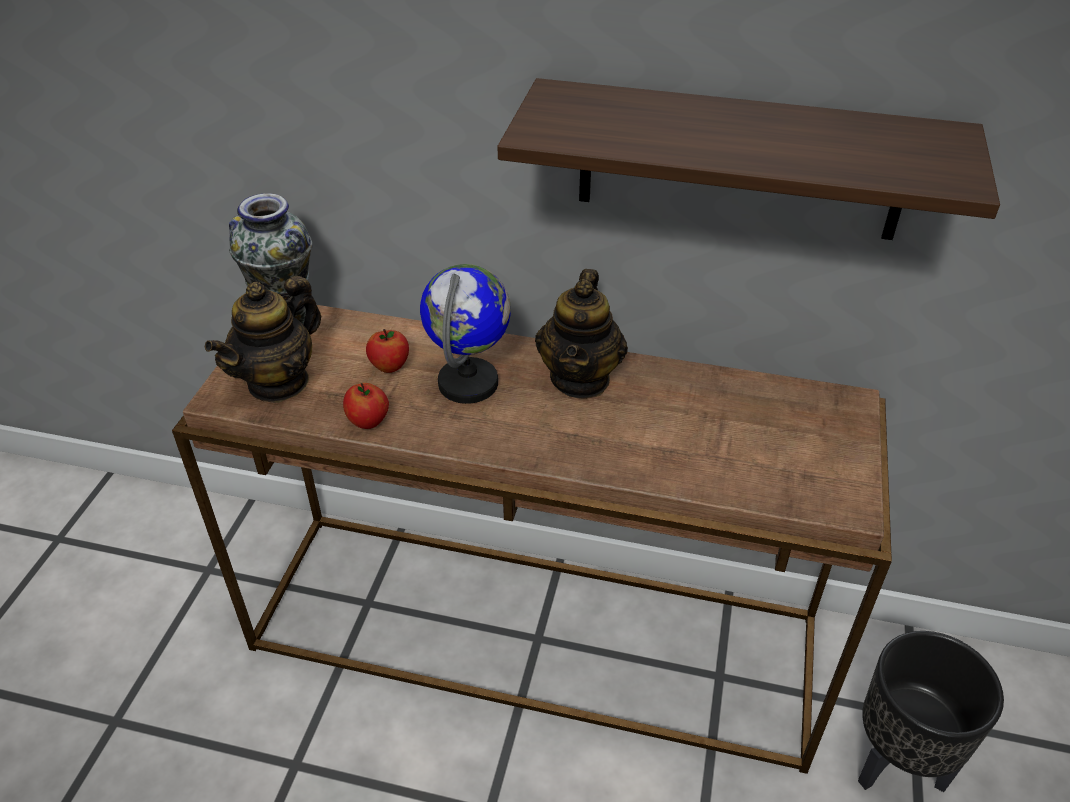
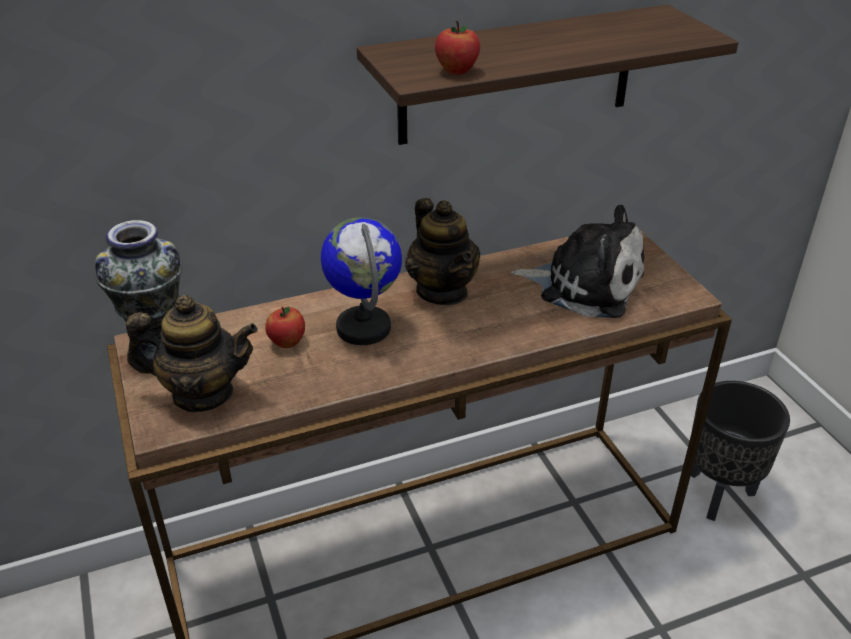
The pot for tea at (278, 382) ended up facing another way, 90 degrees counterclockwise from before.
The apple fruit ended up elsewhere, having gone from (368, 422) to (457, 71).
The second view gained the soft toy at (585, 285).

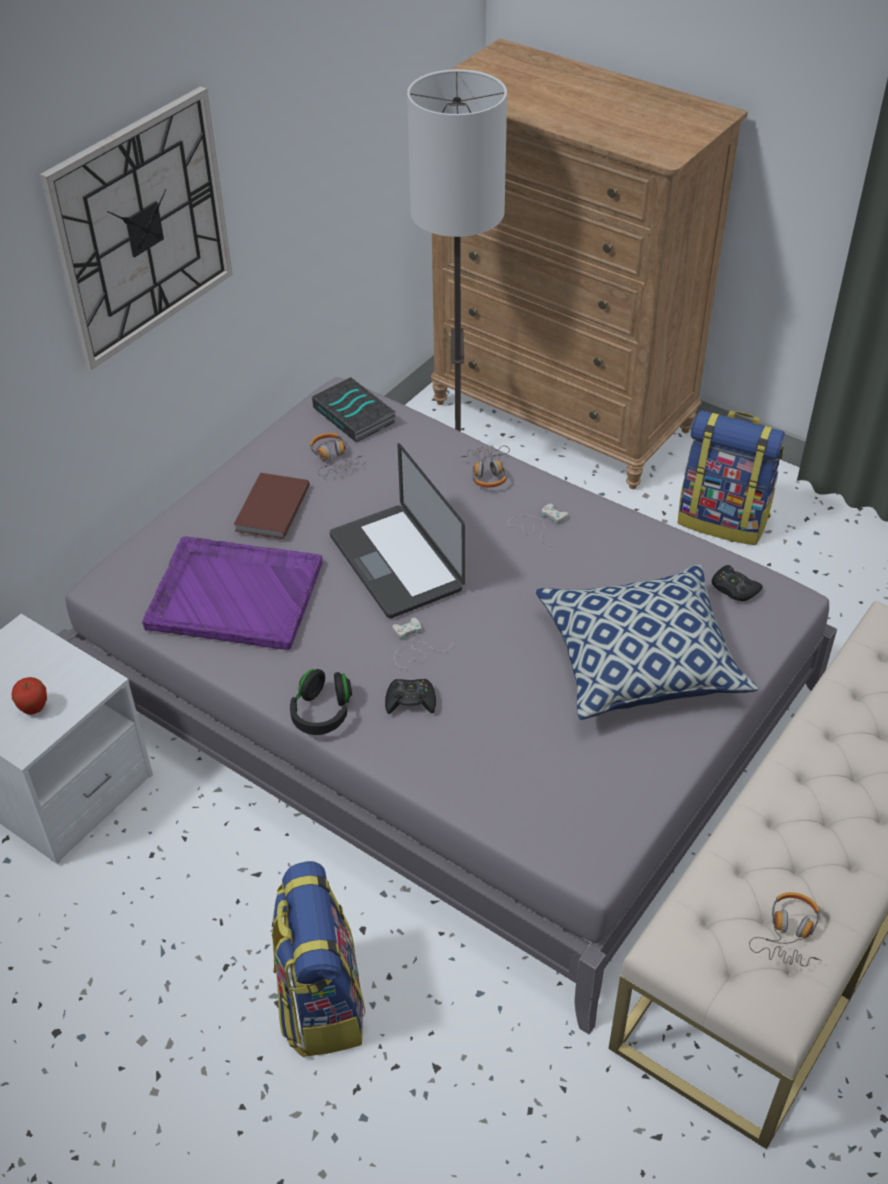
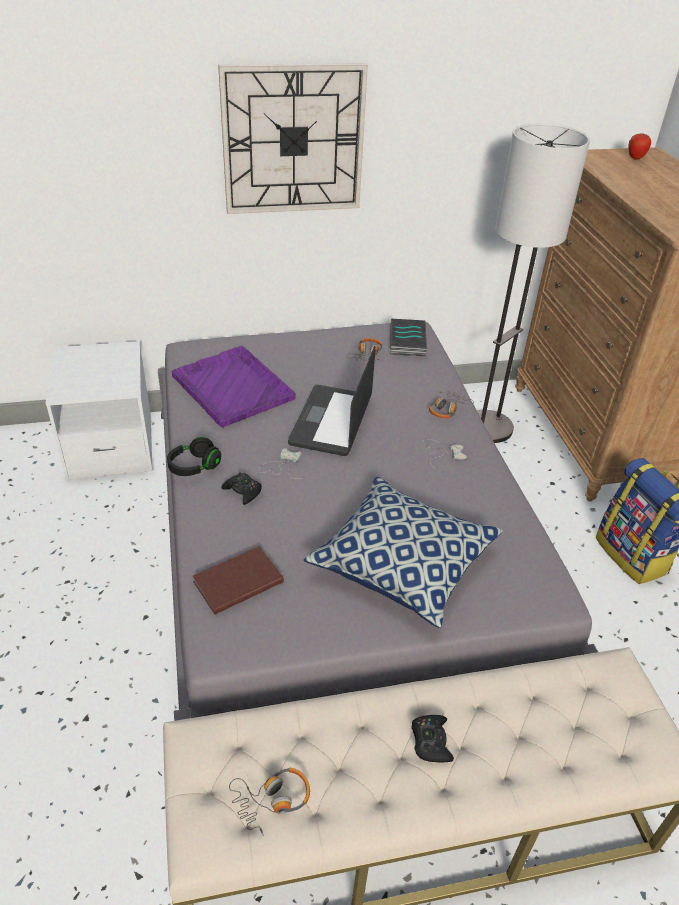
The apple fruit ended up elsewhere, having gone from (34, 709) to (635, 158).
The bound book (brownish) ended up elsewhere, having gone from (270, 509) to (236, 581).
The second view lost the backpack at (320, 1001).
The joypad (blackish) ended up elsewhere, having gone from (734, 589) to (430, 741).

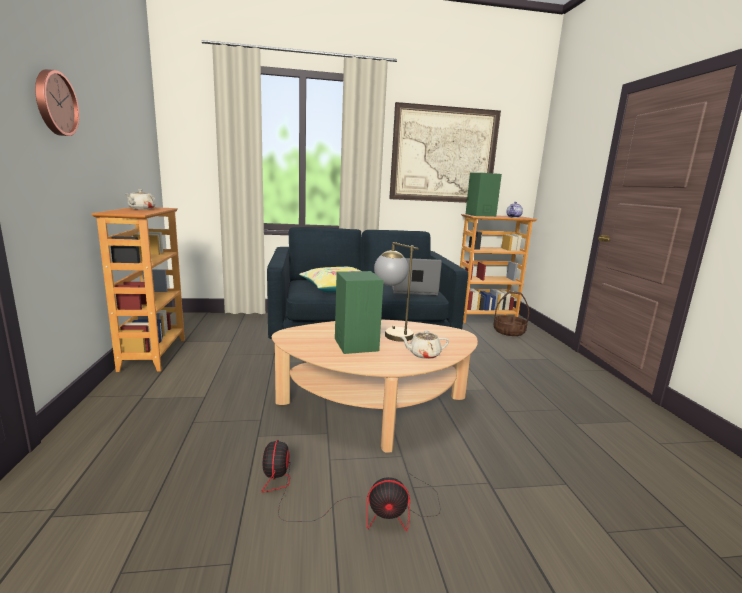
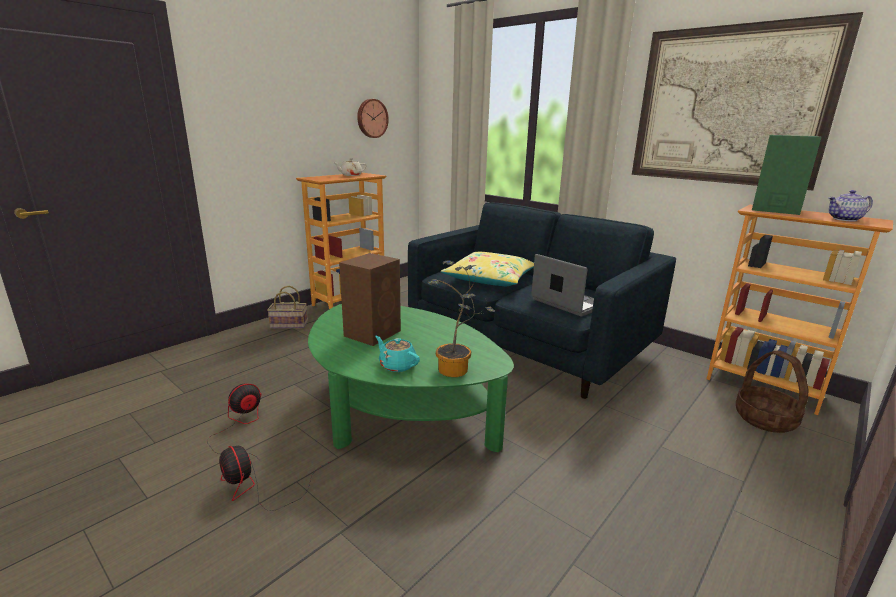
The clock on the wall ended up elsewhere, having gone from (54, 103) to (371, 118).
What was the lounge table (beige-coloured) at (375, 408) turned into the lounge table (green-coloured) at (400, 411).
What was the audio speaker (green-coloured) at (355, 344) turned into the audio speaker (brownish) at (373, 333).
The second view lost the lamp for a table at (391, 333).
What was the pot for tea (beige-coloured) at (423, 354) turned into the pot for tea (turquoise-coloured) at (397, 365).
The second view gained the household basket at (288, 325).
The second view gained the potted plant at (457, 371).

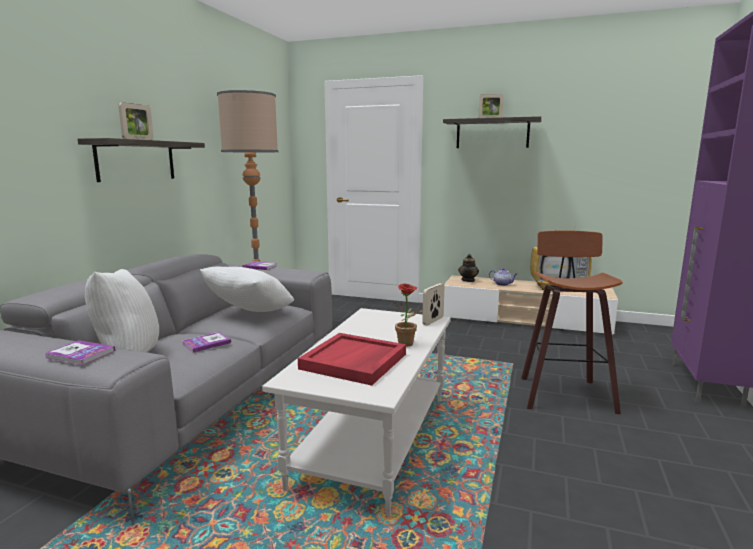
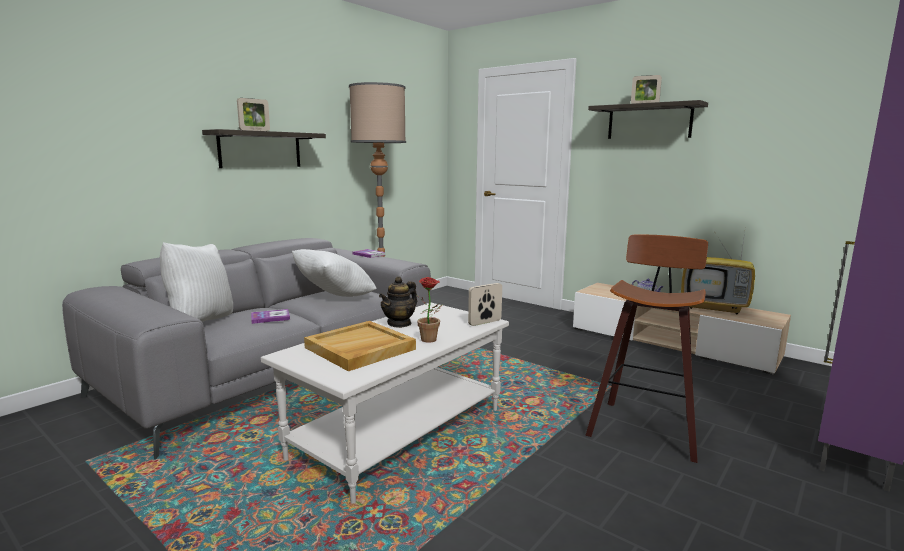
The second view lost the bound book at (80, 354).
What was the tray (red) at (354, 362) turned into the tray (beige-coloured) at (360, 349).
The pot for tea ended up elsewhere, having gone from (468, 280) to (399, 323).

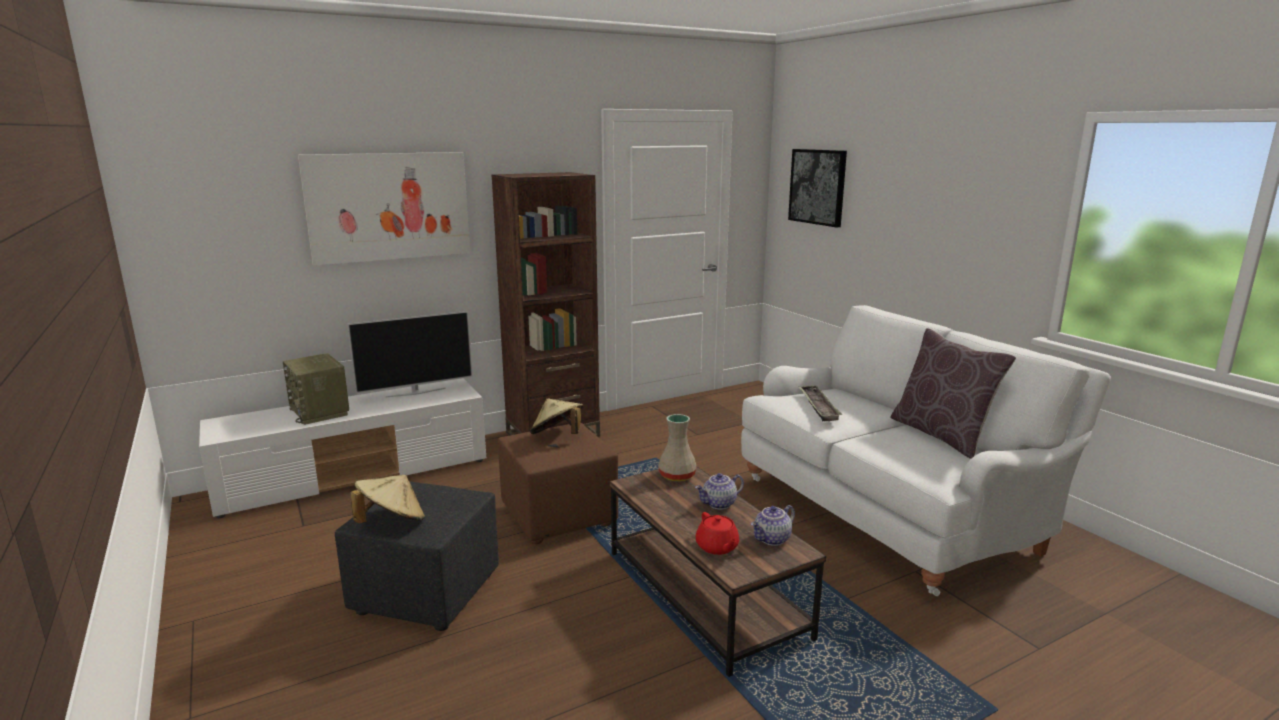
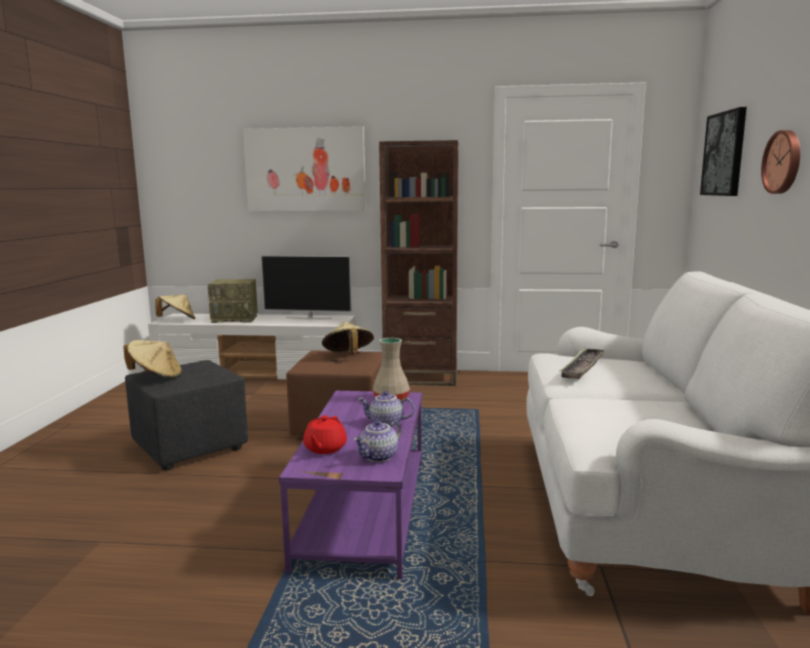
The radio set at (320, 412) ended up facing another way, 90 degrees counterclockwise from before.
What was the lounge table (brownish) at (706, 594) turned into the lounge table (purplish) at (365, 511).
The pot for tea at (772, 539) ended up facing another way, 45 degrees counterclockwise from before.
The second view lost the pillow (brownish) at (941, 435).
The second view gained the clothing hat (beige-coloured) at (177, 320).
The second view gained the clock on the wall at (784, 162).

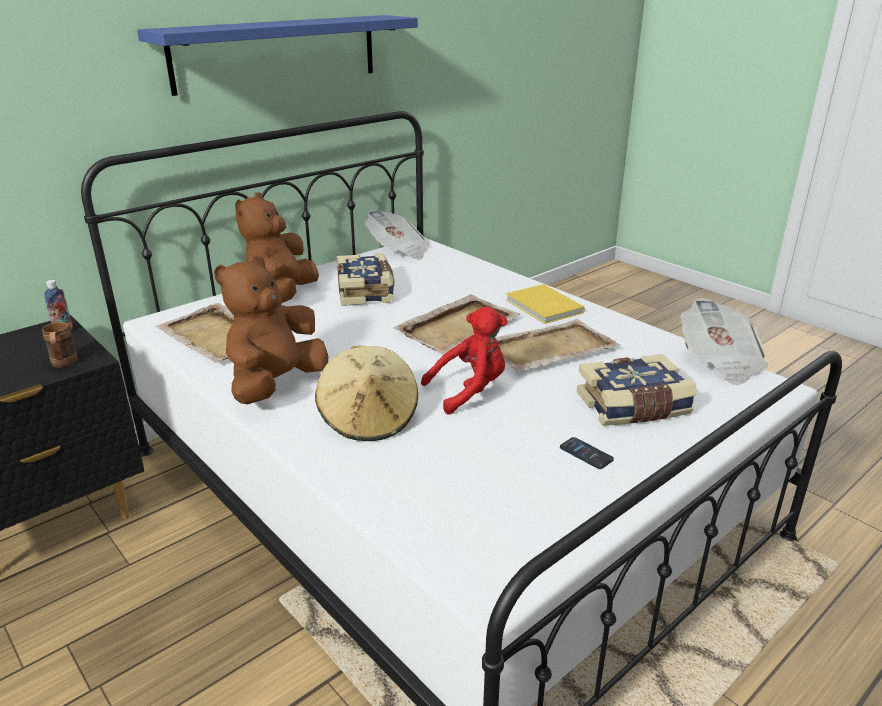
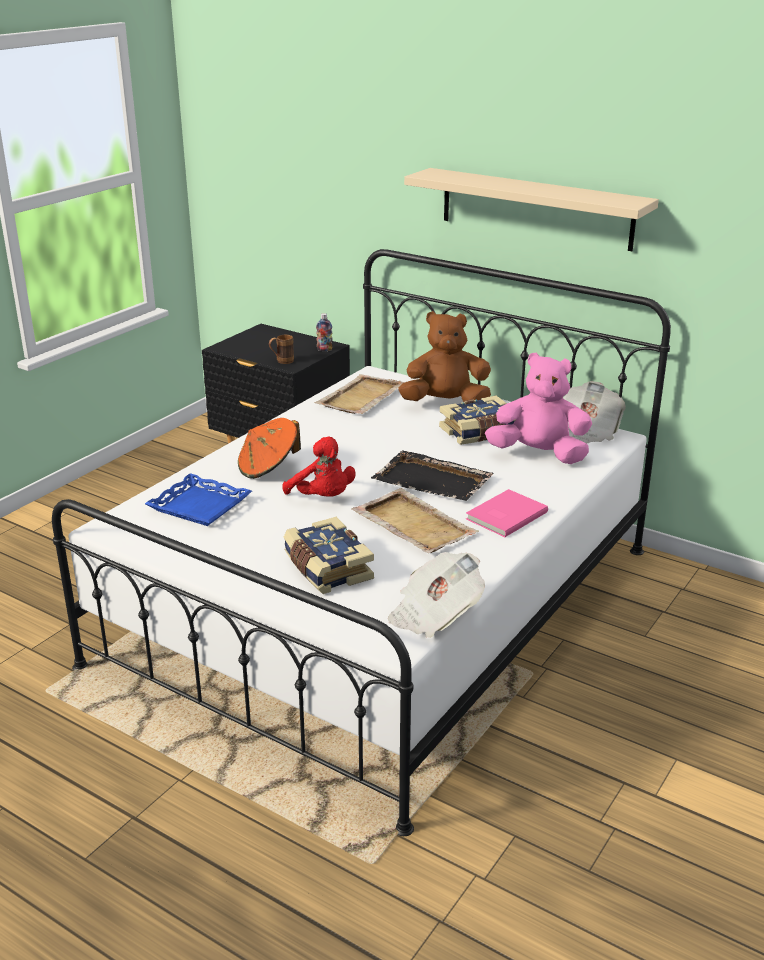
What was the wall shelf (blue) at (277, 52) turned into the wall shelf (beige-coloured) at (535, 208).
The second view lost the soft toy (brownish) at (276, 385).
What was the clothing hat (beige-coloured) at (369, 419) turned into the clothing hat (orange-coloured) at (268, 468).
What was the tray (beige-coloured) at (459, 327) turned into the tray (blackish) at (433, 480).
What was the bound book (yellow-coloured) at (543, 307) turned into the bound book (pink-coloured) at (504, 515).
The second view lost the telephone at (586, 454).
The second view gained the tray (blue) at (199, 506).
The second view gained the soft toy (pink-coloured) at (539, 454).

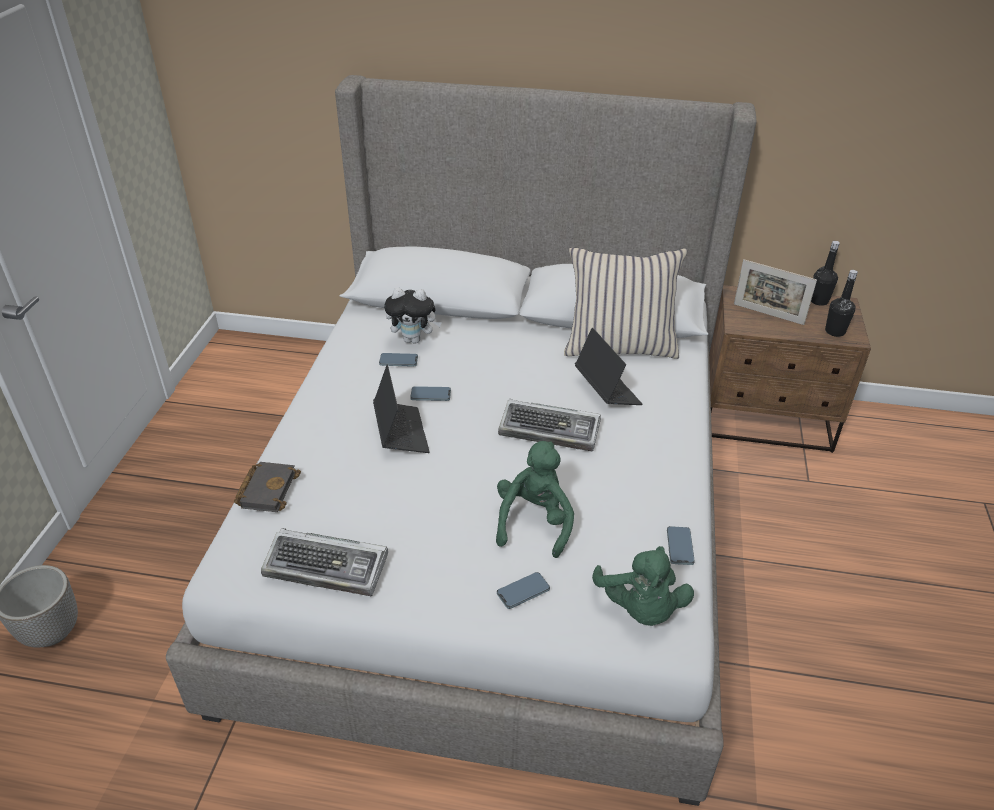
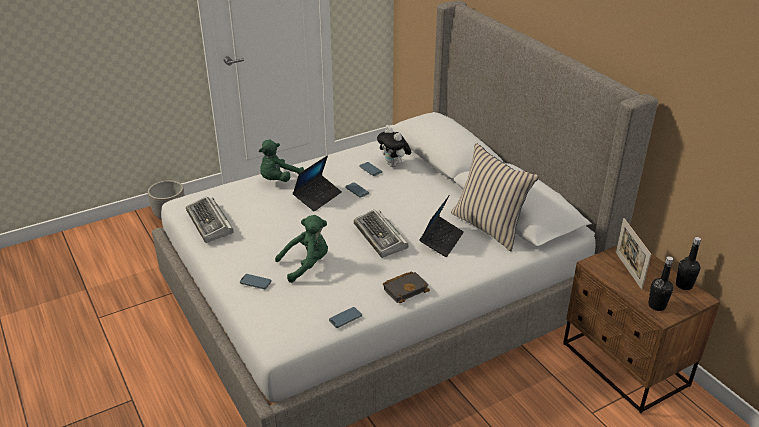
The bound book (blackish) ended up elsewhere, having gone from (267, 489) to (406, 289).
The soft toy (green-coloured) ended up elsewhere, having gone from (640, 608) to (279, 180).

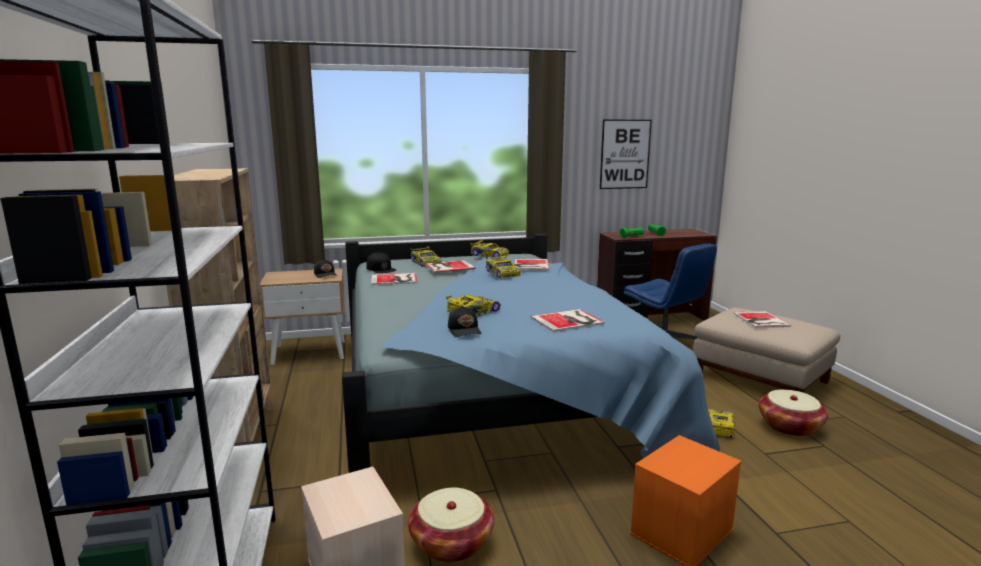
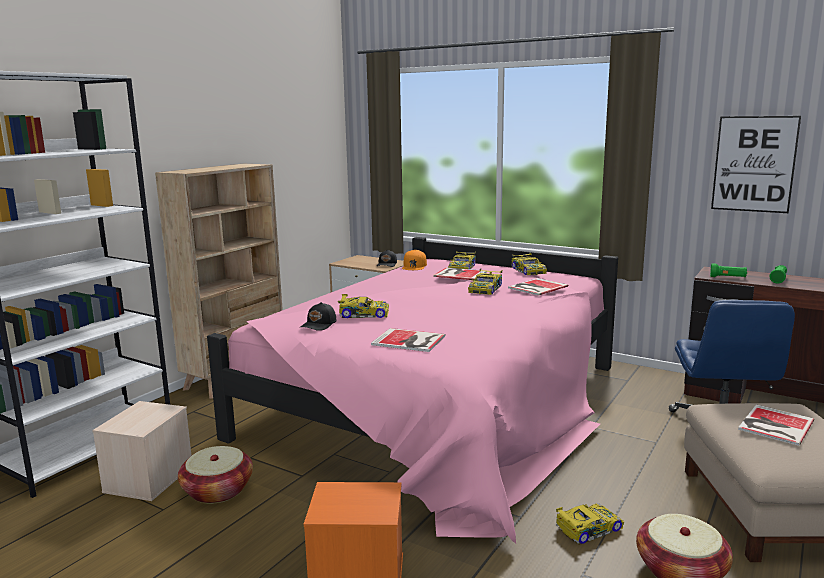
What was the bedroom bed (blue) at (490, 390) turned into the bedroom bed (pink-coloured) at (441, 406).
What was the peaked cap (blackish) at (381, 268) turned into the peaked cap (orange-coloured) at (414, 266).
The second view lost the bound book at (395, 279).

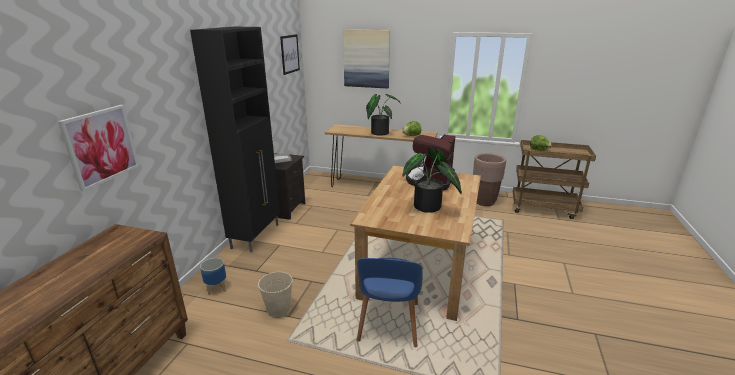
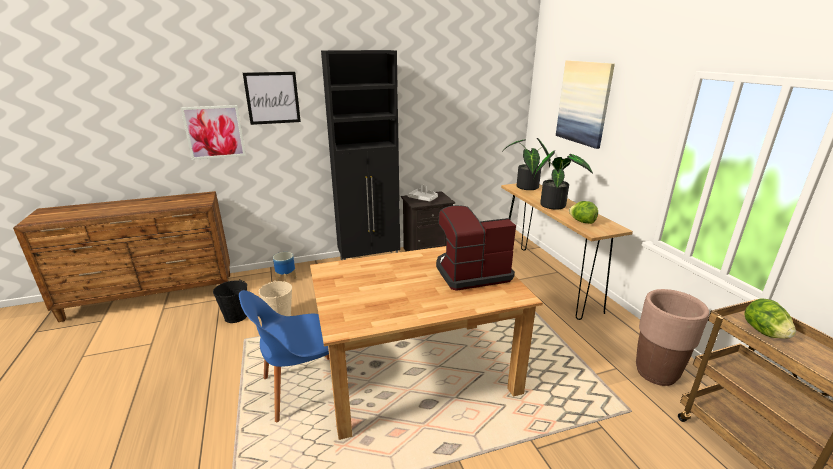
The wall art ended up elsewhere, having gone from (290, 54) to (272, 98).
The potted plant ended up elsewhere, having gone from (428, 208) to (526, 187).
The second view gained the bucket (blackish) at (235, 316).

